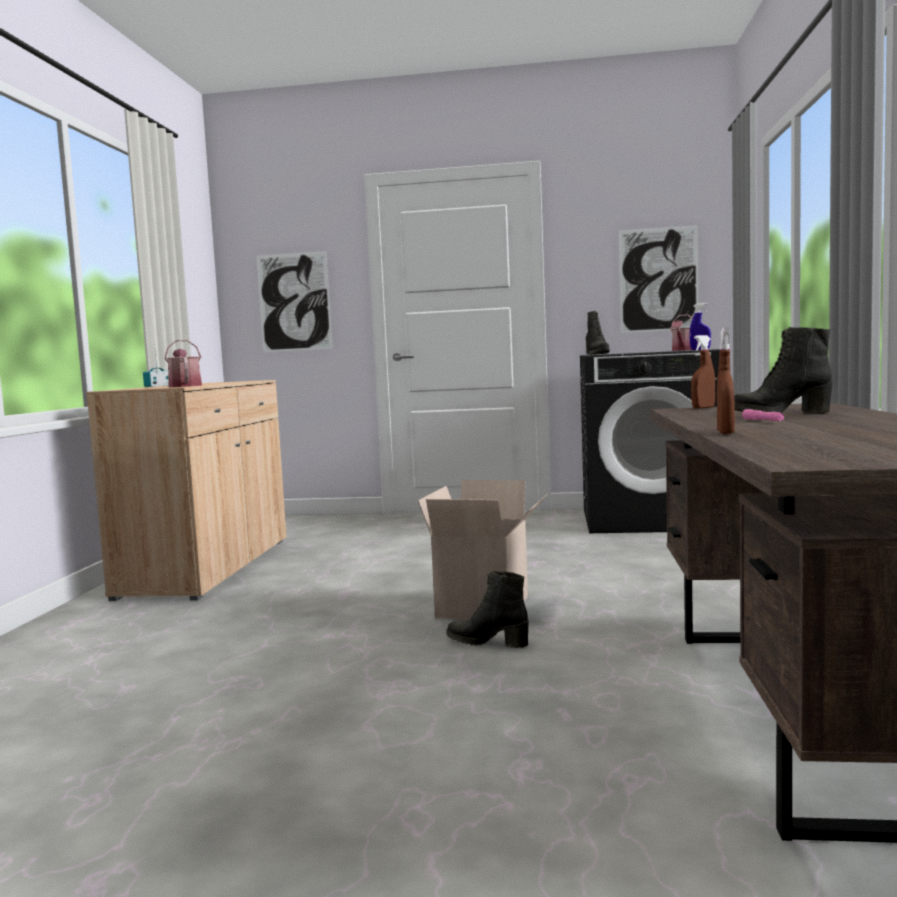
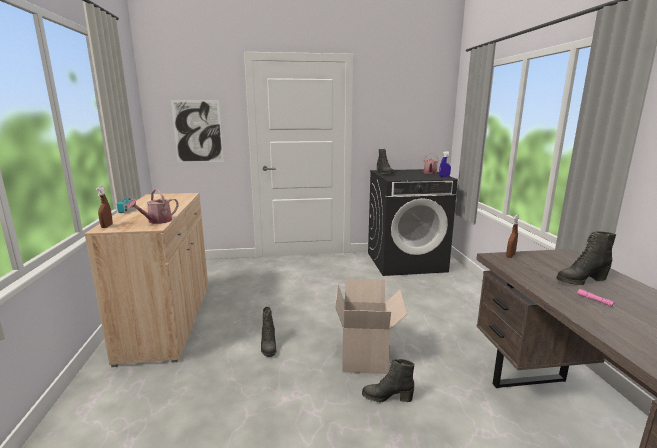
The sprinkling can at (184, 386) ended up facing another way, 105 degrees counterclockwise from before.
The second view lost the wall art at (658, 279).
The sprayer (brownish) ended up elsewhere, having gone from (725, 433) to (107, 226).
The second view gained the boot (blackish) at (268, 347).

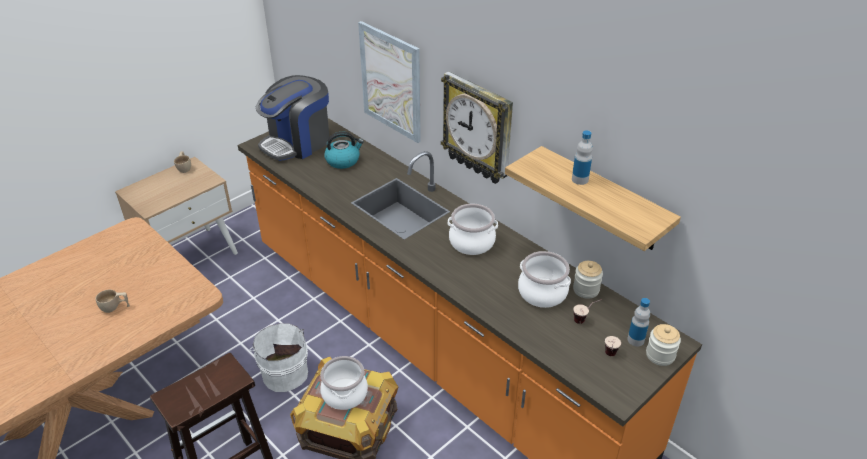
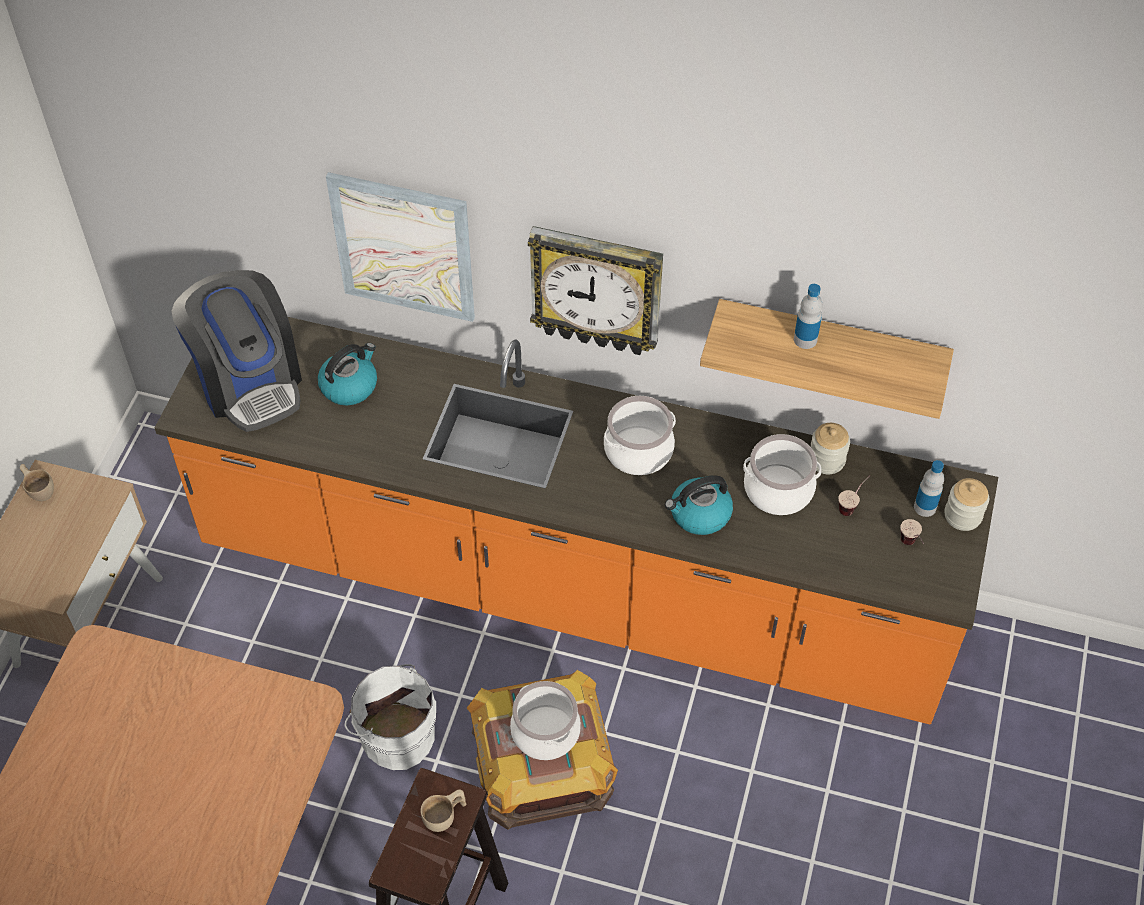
The small cup (beige-coloured) ended up elsewhere, having gone from (115, 307) to (445, 817).
The coffee maker at (297, 142) ended up facing another way, 45 degrees counterclockwise from before.
The second view gained the kettle at (699, 514).

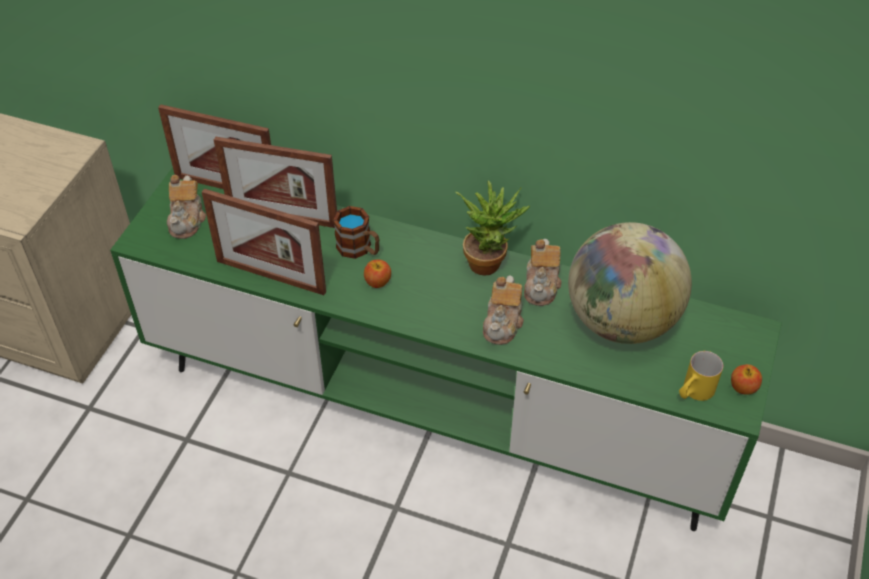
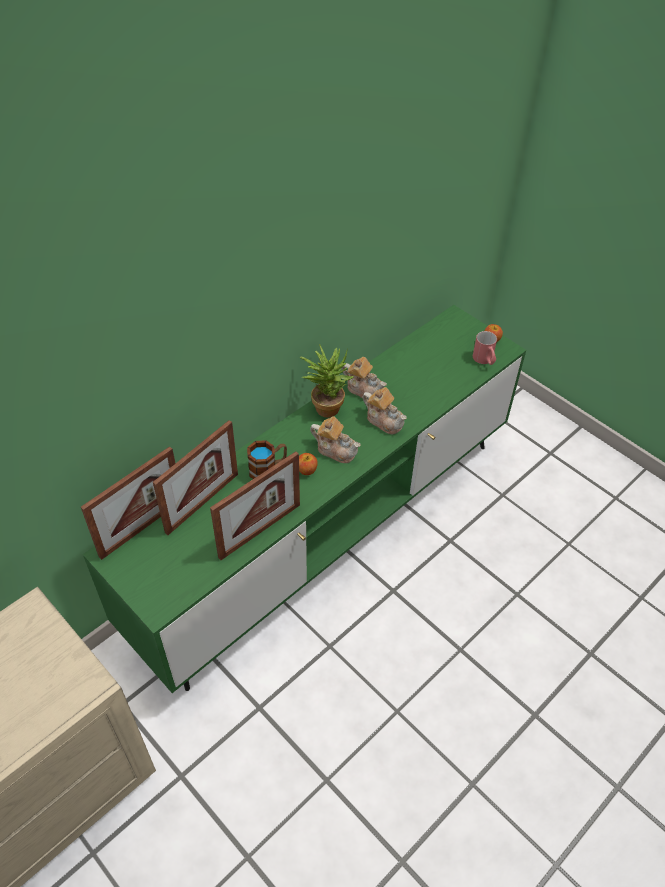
The pot for tea ended up elsewhere, having gone from (187, 220) to (335, 450).
The second view lost the desk globe at (621, 321).
What was the coffee mug (yellow-coloured) at (693, 392) turned into the coffee mug (red) at (484, 361).

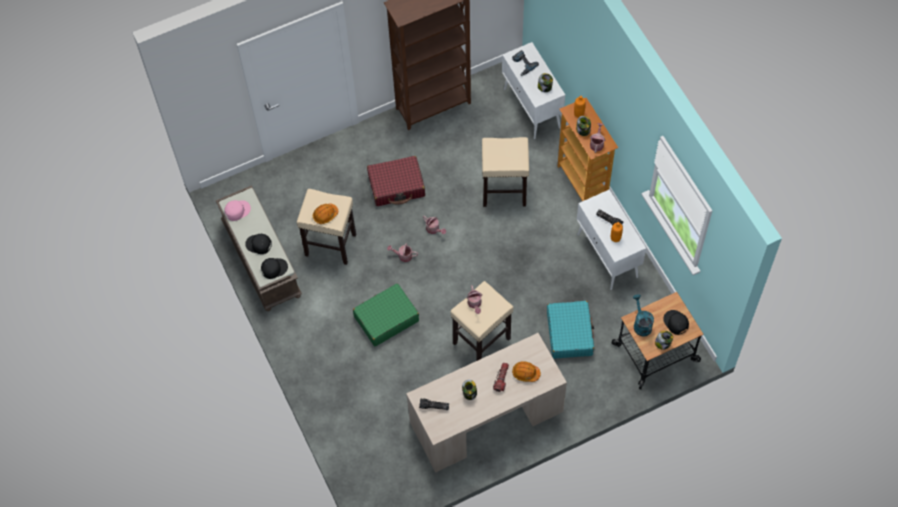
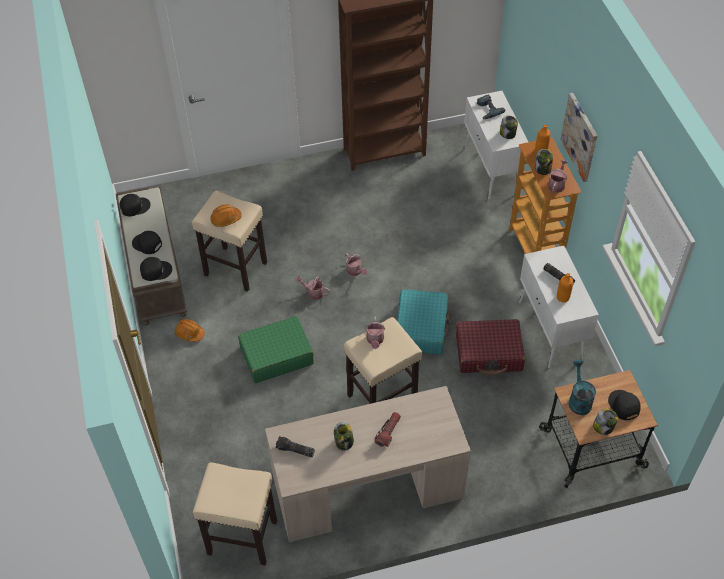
What was the peaked cap (pink-coloured) at (237, 210) turned into the peaked cap (blackish) at (134, 206).
The piece of luggage (red) ended up elsewhere, having gone from (396, 186) to (489, 353).
The stool seat (beige-coloured) ended up elsewhere, having gone from (504, 191) to (243, 537).
The safety helmet (orange-coloured) ended up elsewhere, having gone from (525, 373) to (189, 333).
The piece of luggage (turquoise-coloured) ended up elsewhere, having gone from (569, 333) to (421, 328).
The second view gained the wall art at (580, 137).

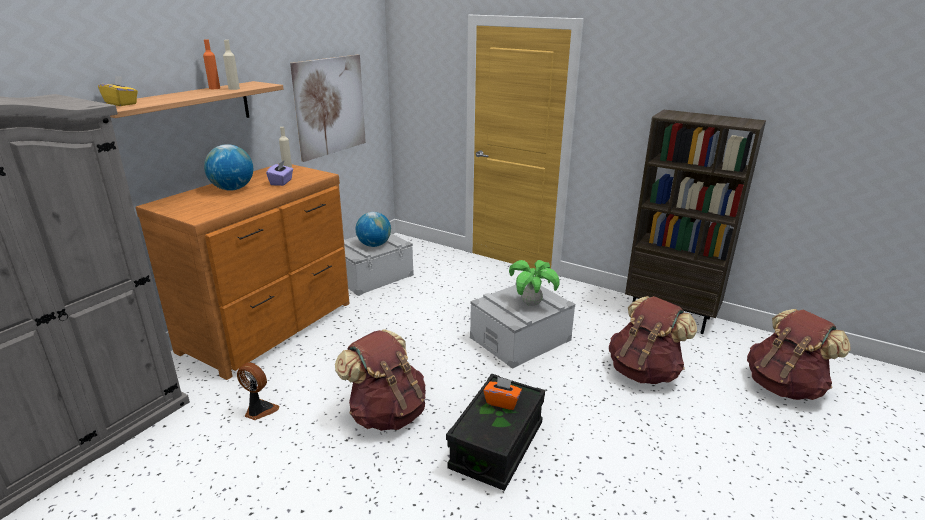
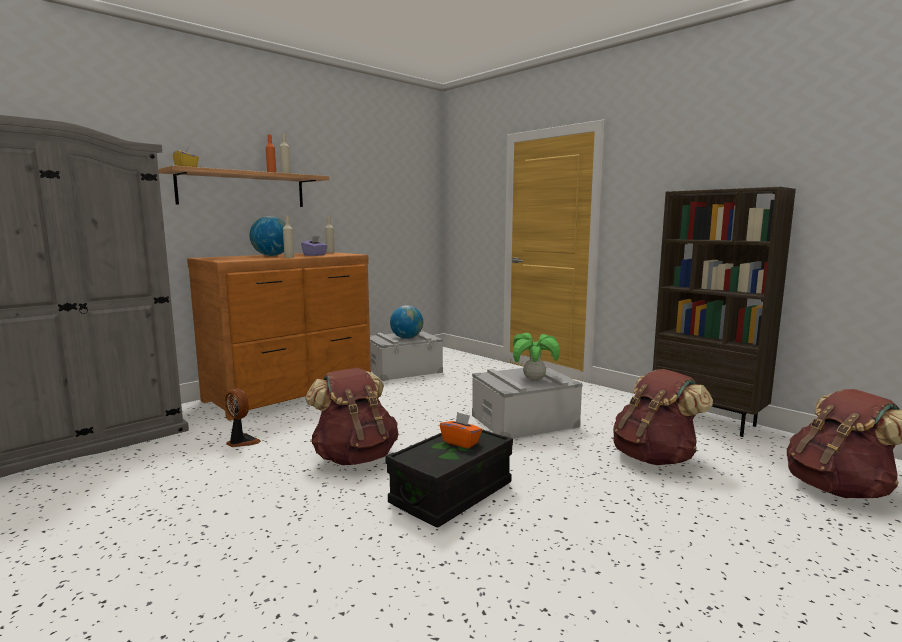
The second view lost the wall art at (330, 106).
The second view gained the beverage bottle (beige-coloured) at (289, 257).

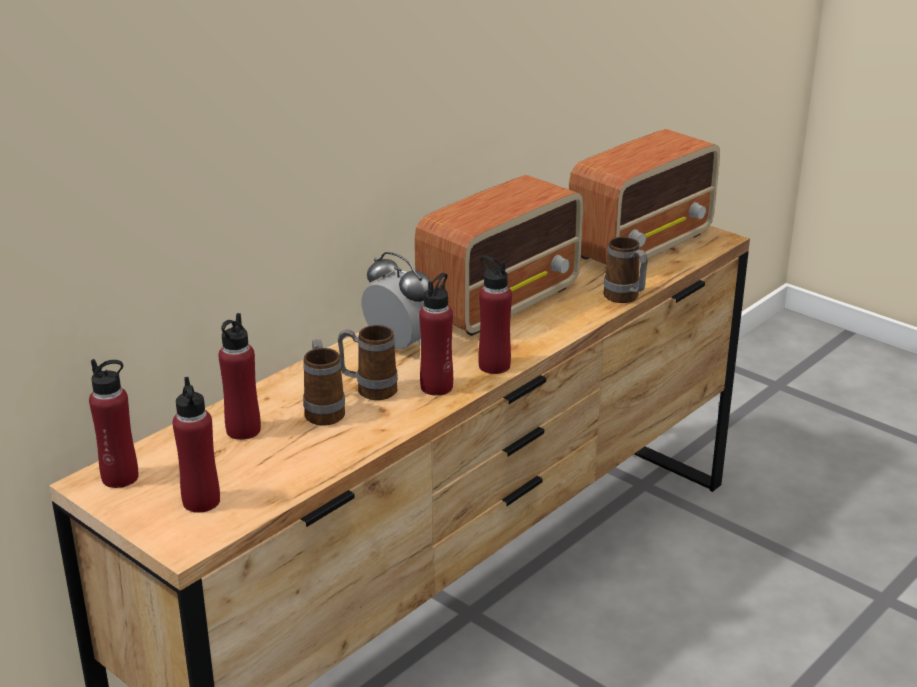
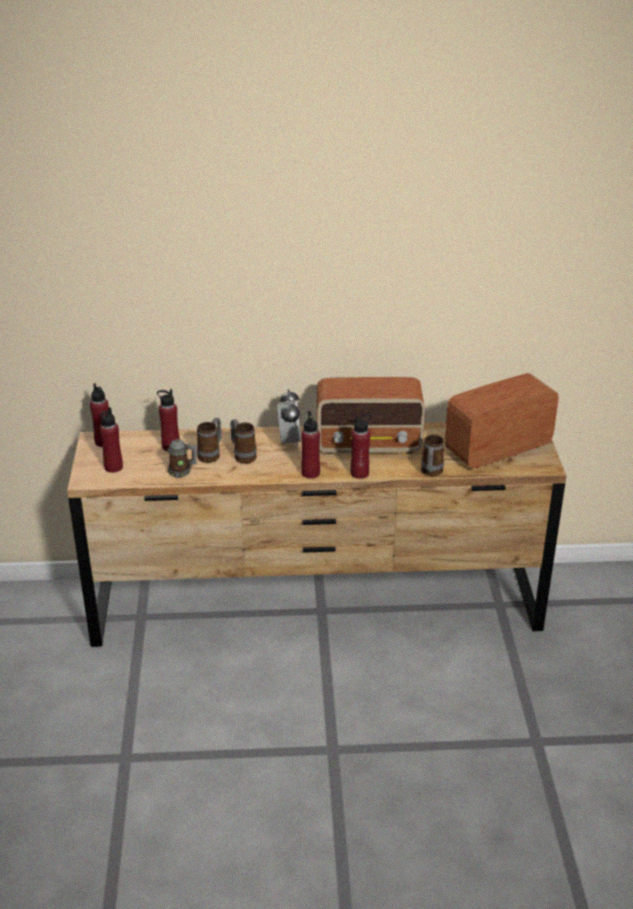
The beverage bottle (red) ended up elsewhere, having gone from (437, 387) to (359, 473).
The radio set at (642, 245) ended up facing another way, 150 degrees clockwise from before.
The second view gained the coffee mug at (182, 471).

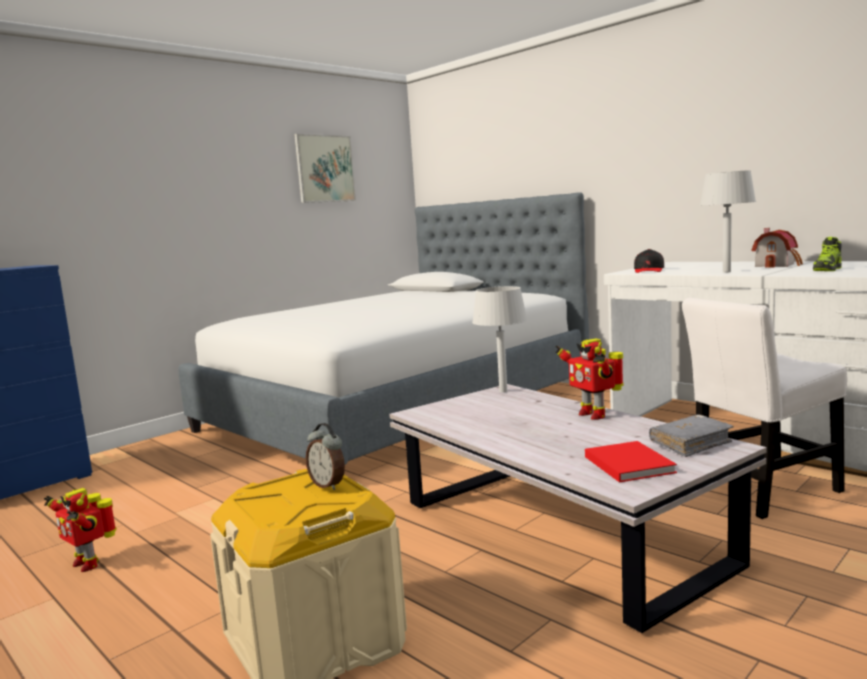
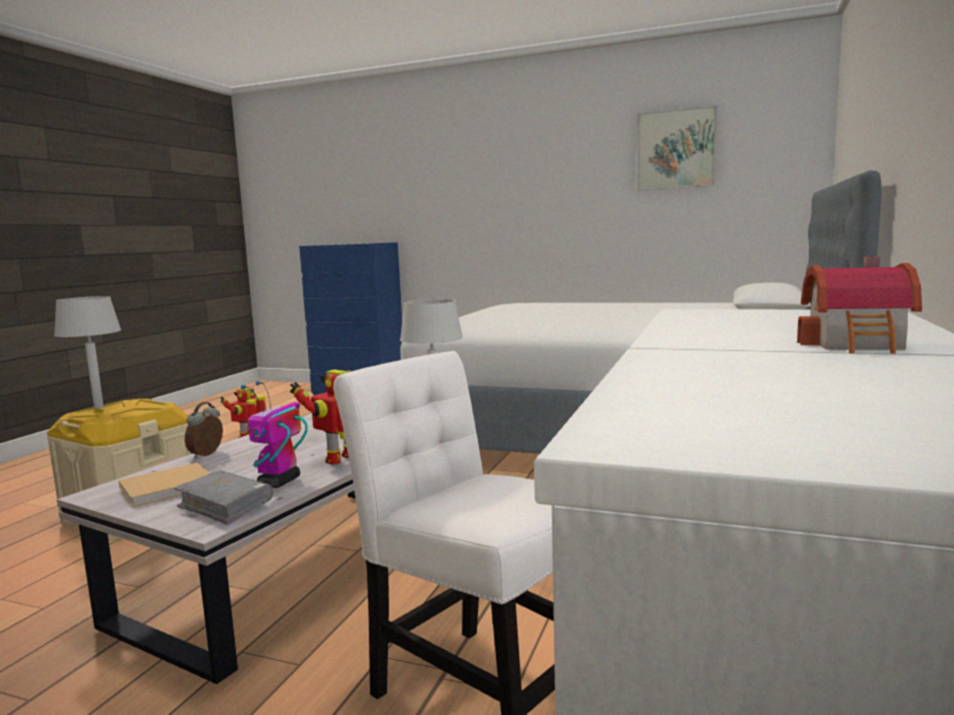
The alarm clock ended up elsewhere, having gone from (328, 485) to (207, 455).
What was the bound book (red) at (627, 463) turned into the bound book (beige-coloured) at (170, 487).
The second view lost the peaked cap (blackish) at (649, 270).
The lamp for a table (gray) ended up elsewhere, having gone from (726, 272) to (99, 407).
The second view lost the item of footwear at (827, 270).
The second view gained the robot figure at (278, 482).

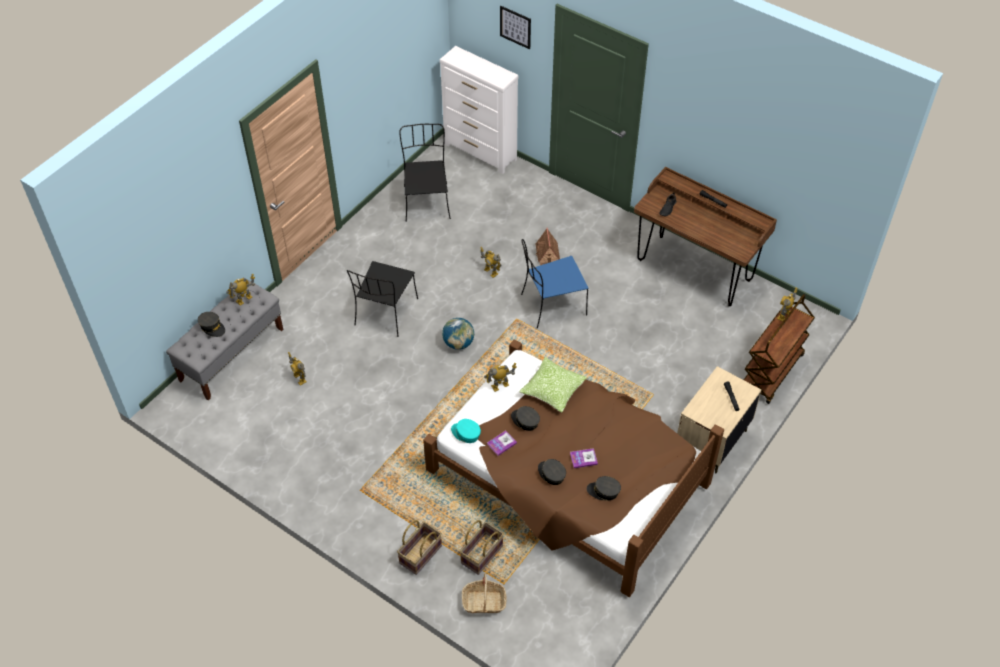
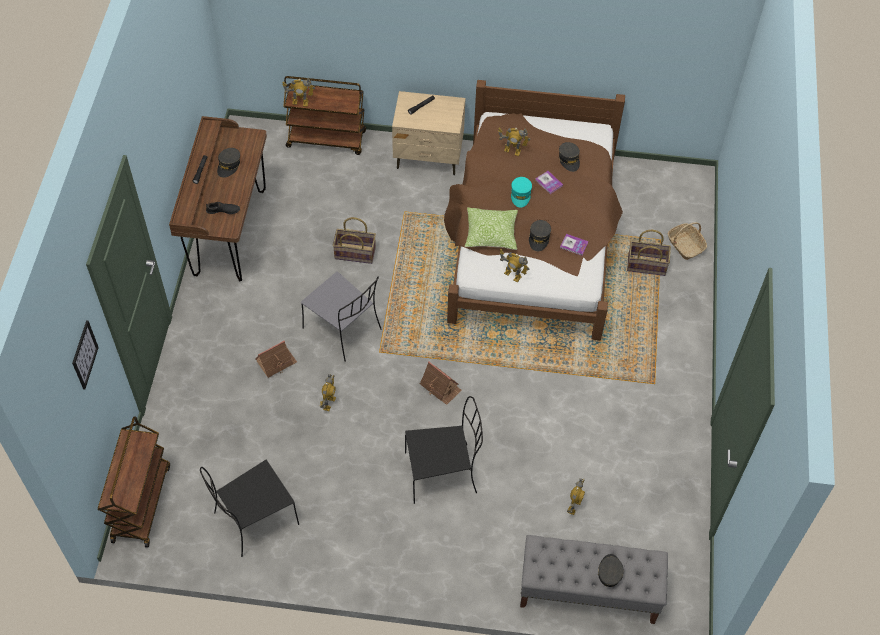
The robot figure ended up elsewhere, having gone from (244, 299) to (512, 151).
The household basket ended up elsewhere, having gone from (421, 555) to (355, 252).
Where the dresser (white-coloured) stood at (480, 152), the wheeled cart (brownish) came to stand at (141, 502).
Where the desk globe stood at (458, 343), the toy house came to stand at (440, 387).
The peaked cap (turquoise-coloured) ended up elsewhere, having gone from (466, 433) to (521, 195).
What was the upright chair (blue) at (552, 305) turned into the upright chair (gray) at (344, 330).
The peaked cap (gray) ended up elsewhere, having gone from (551, 474) to (229, 165).

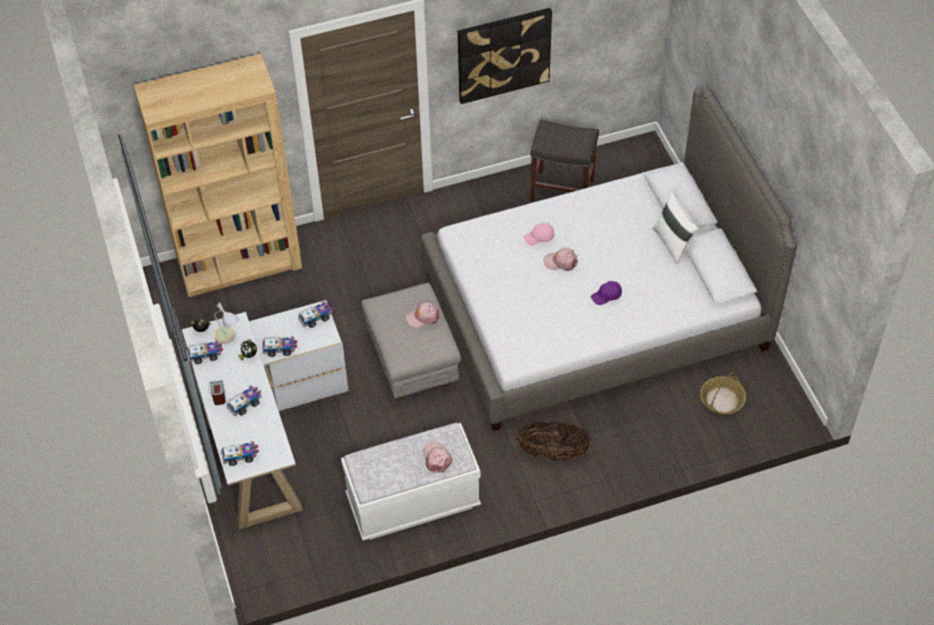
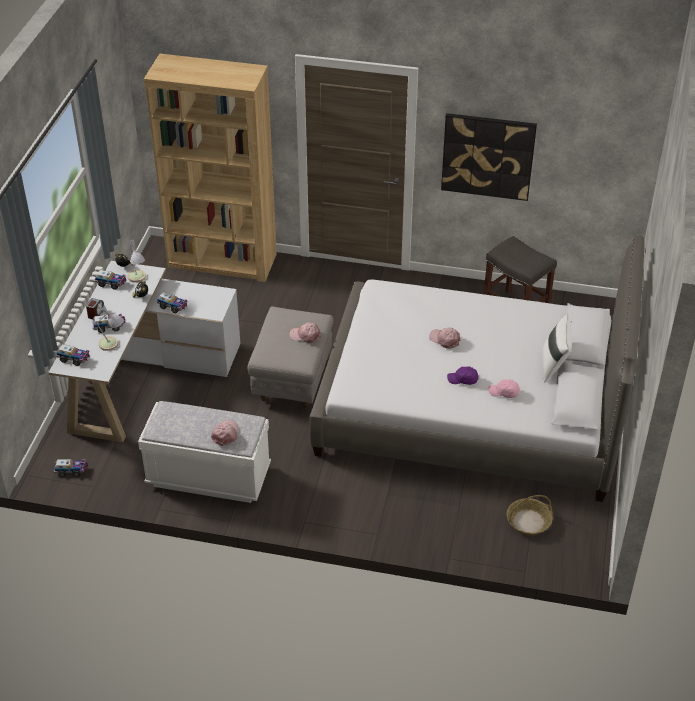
The toy lorry ended up elsewhere, having gone from (316, 318) to (71, 470).
The second view lost the household basket at (553, 453).
The peaked cap (pink-coloured) ended up elsewhere, having gone from (539, 237) to (504, 393).
The second view gained the lamp for a table at (113, 344).

